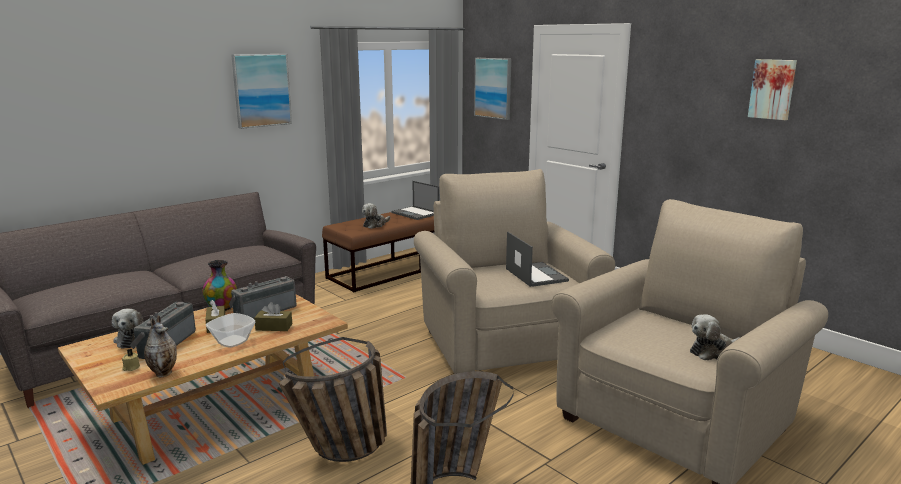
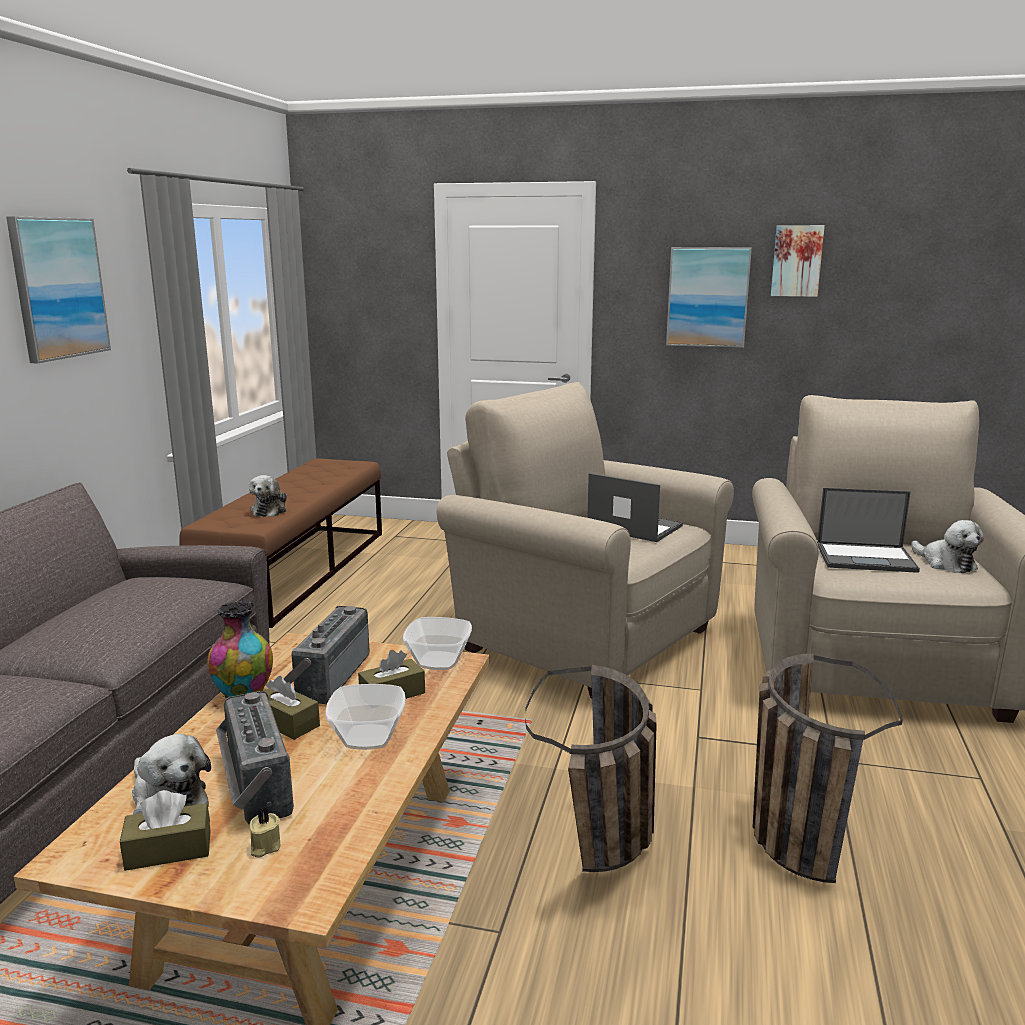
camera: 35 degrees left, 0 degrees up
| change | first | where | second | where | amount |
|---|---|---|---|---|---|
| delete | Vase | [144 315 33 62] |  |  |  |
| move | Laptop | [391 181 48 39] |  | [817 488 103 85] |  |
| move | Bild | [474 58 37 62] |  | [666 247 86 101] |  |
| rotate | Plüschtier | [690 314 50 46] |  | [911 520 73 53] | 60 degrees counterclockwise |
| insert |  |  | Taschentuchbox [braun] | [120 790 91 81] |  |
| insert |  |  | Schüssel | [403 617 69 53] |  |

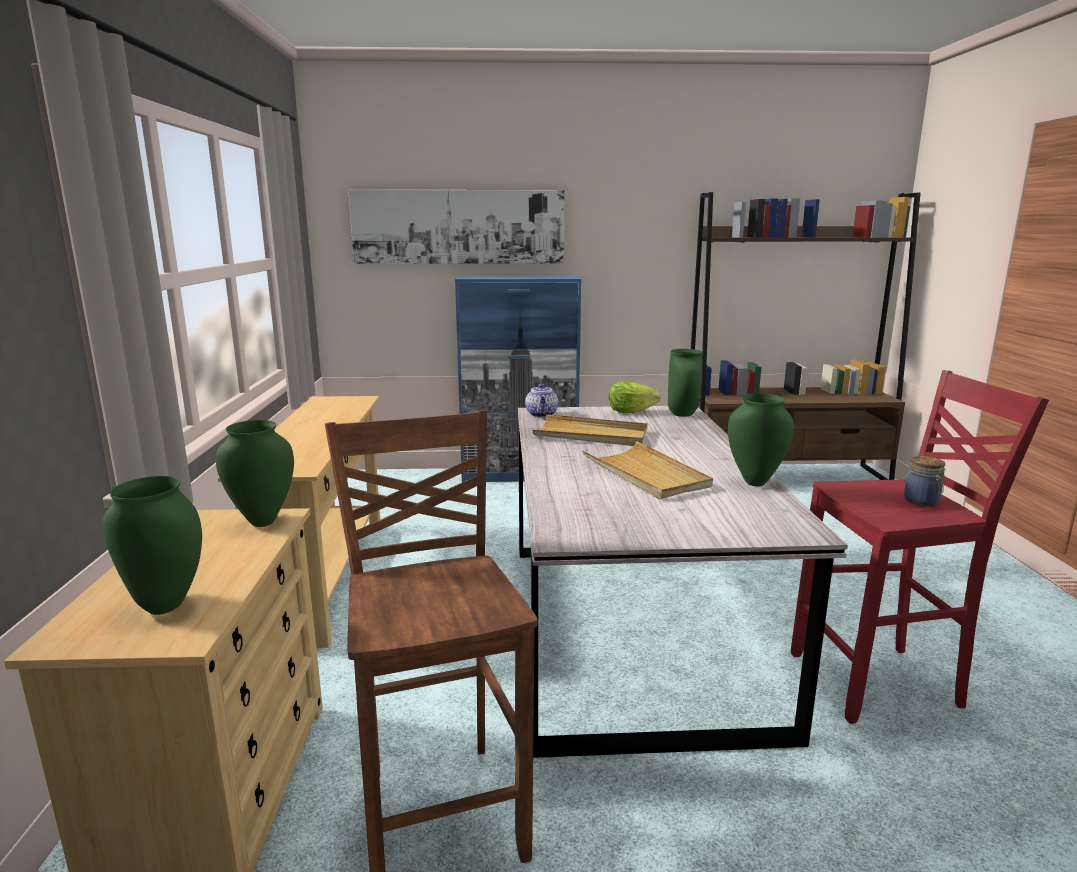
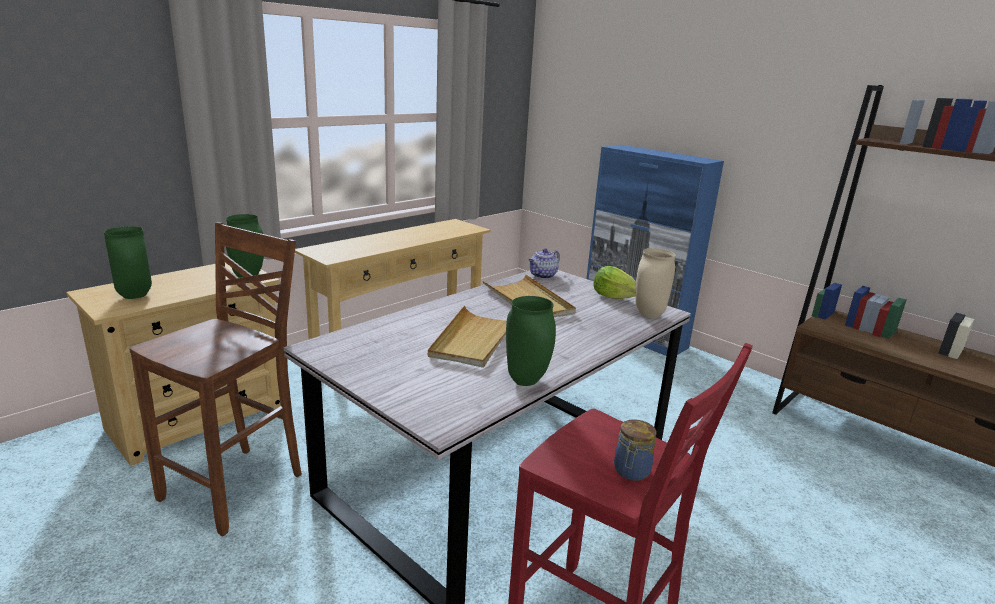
camera: 45 degrees right, 5 degrees up
| change | first | where | second | where | amount |
|---|---|---|---|---|---|
| delete | Bild | [348 190 217 74] |  |  |  |
| recolor | Vase [grün] | [668 349 35 68] | Vase [beige] | [635 248 41 70] |  |

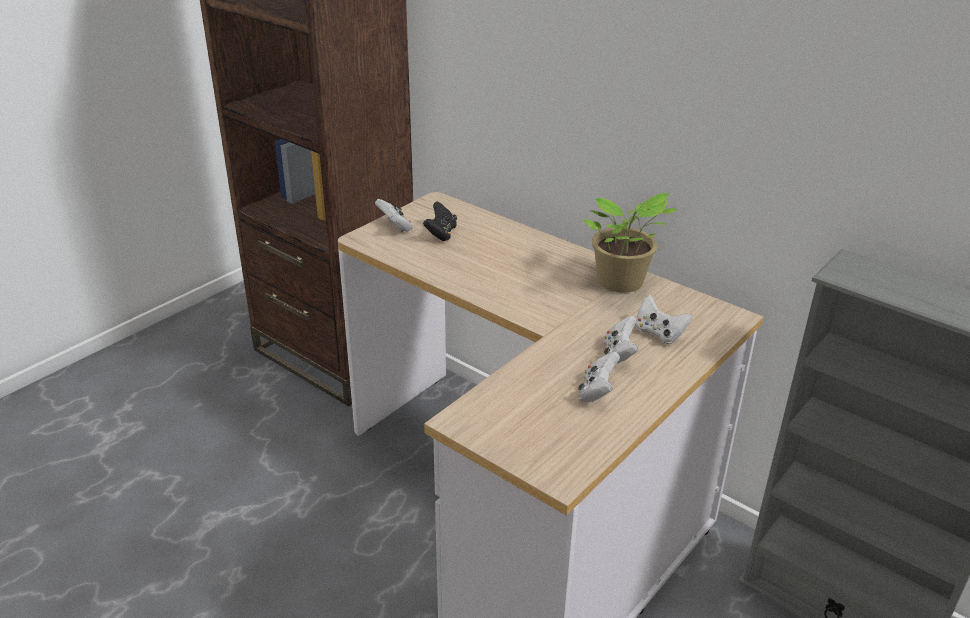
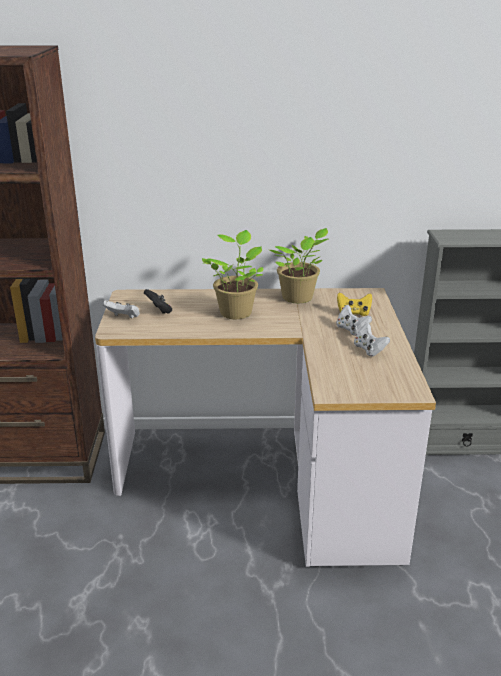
camera: 40 degrees left, 5 degrees down
| change | first | where | second | where | amount |
|---|---|---|---|---|---|
| recolor | Gamepad [weiß] | [635 295 57 49] | Gamepad [gelb] | [337 292 35 24] |  |
| insert |  |  | Topfpflanze | [202 230 61 89] |  |

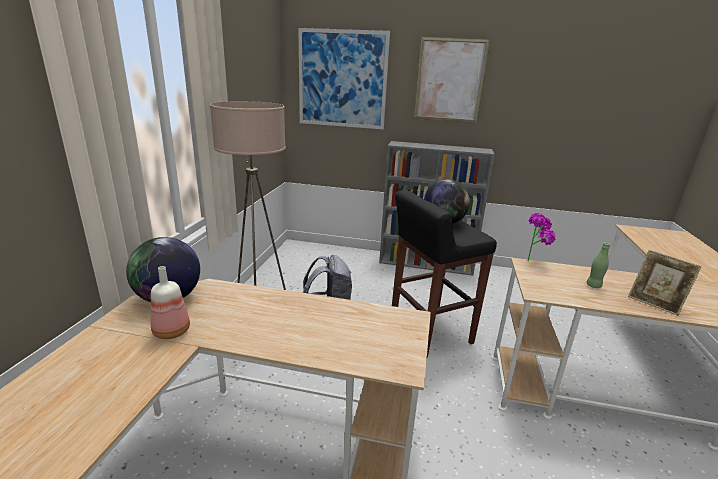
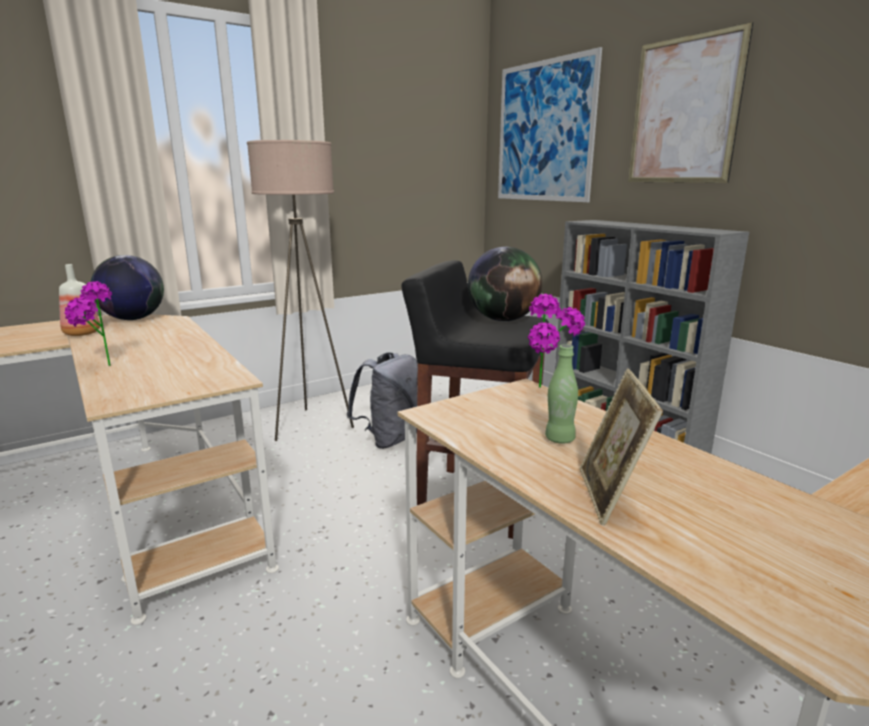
camera: 45 degrees right, 5 degrees down
| change | first | where | second | where | amount |
|---|---|---|---|---|---|
| insert |  |  | Topfpflanze | [65 281 47 85] |  |

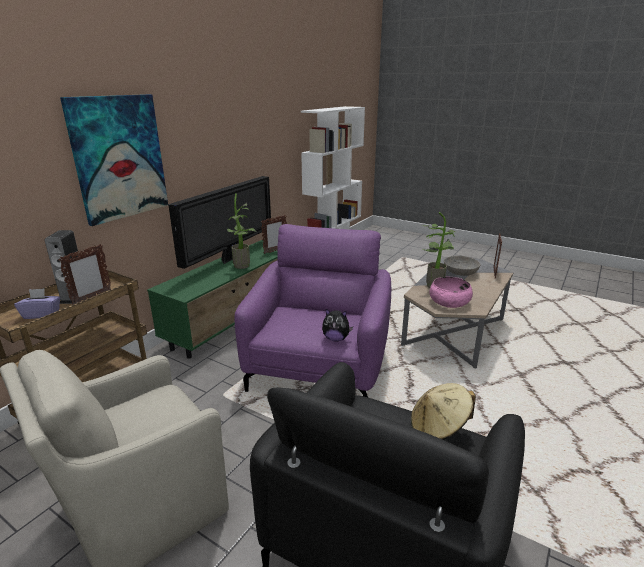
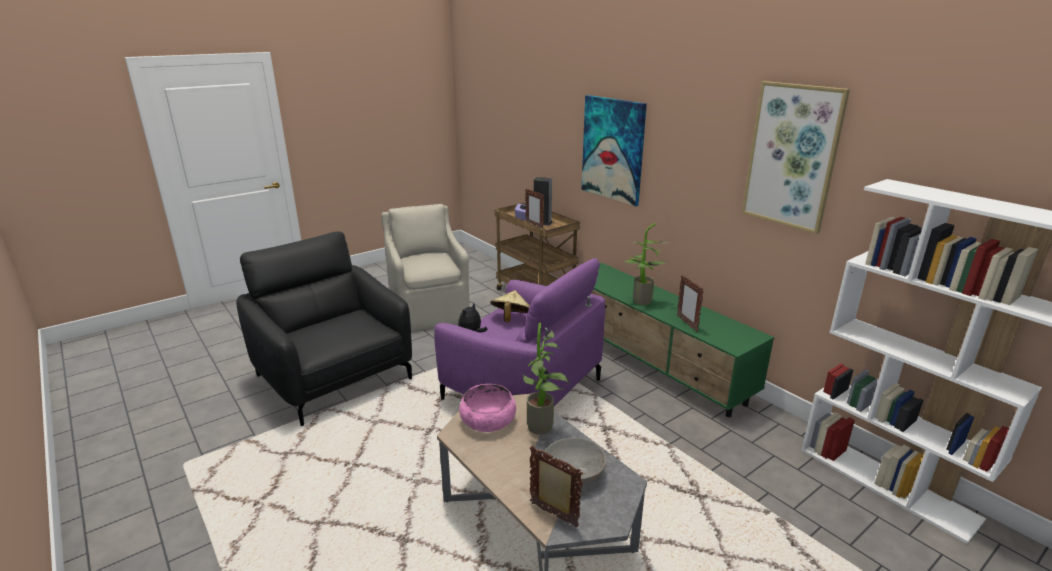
camera: 110 degrees right, 0 degrees up
| change | first | where | second | where | amount |
|---|---|---|---|---|---|
| delete | Fernseher | [168 176 103 93] |  |  |  |
| move | Hut [beige] | [411 383 65 57] |  | [490 290 40 32] |  |
| insert |  |  | Bild | [742 81 108 153] |  |

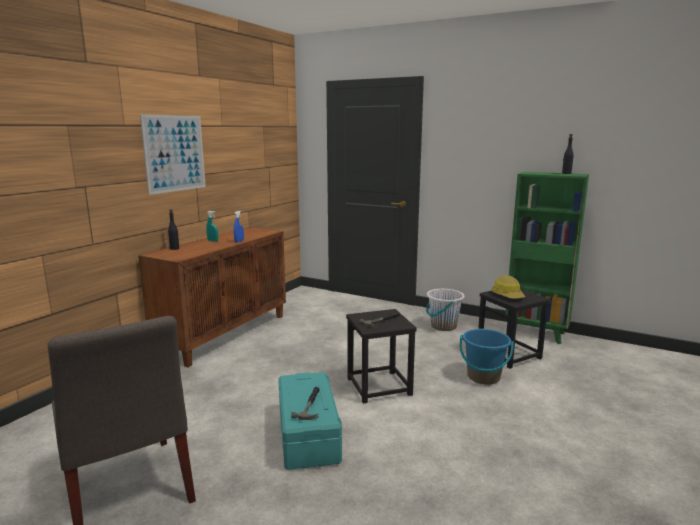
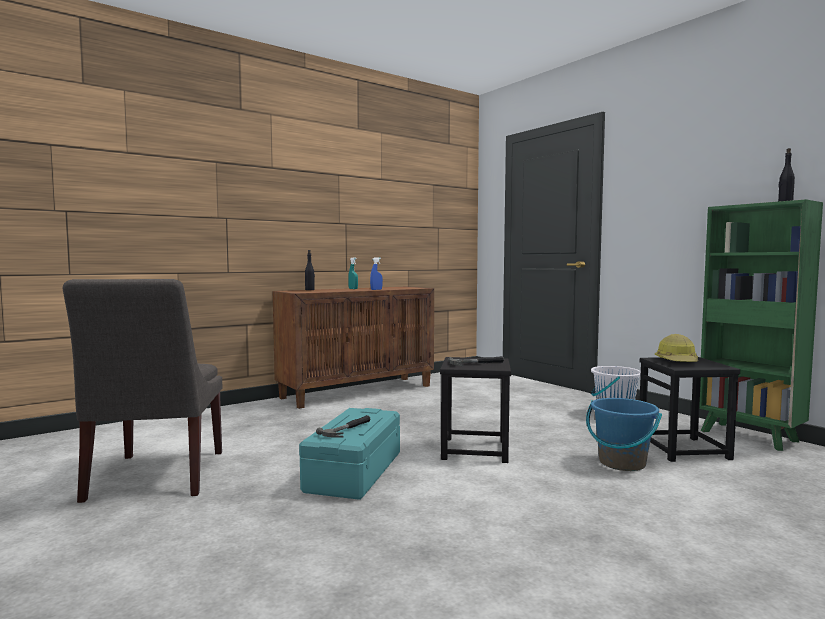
camera: 25 degrees right, 10 degrees down
| change | first | where | second | where | amount |
|---|---|---|---|---|---|
| delete | Bild | [140 114 66 81] |  |  |  |

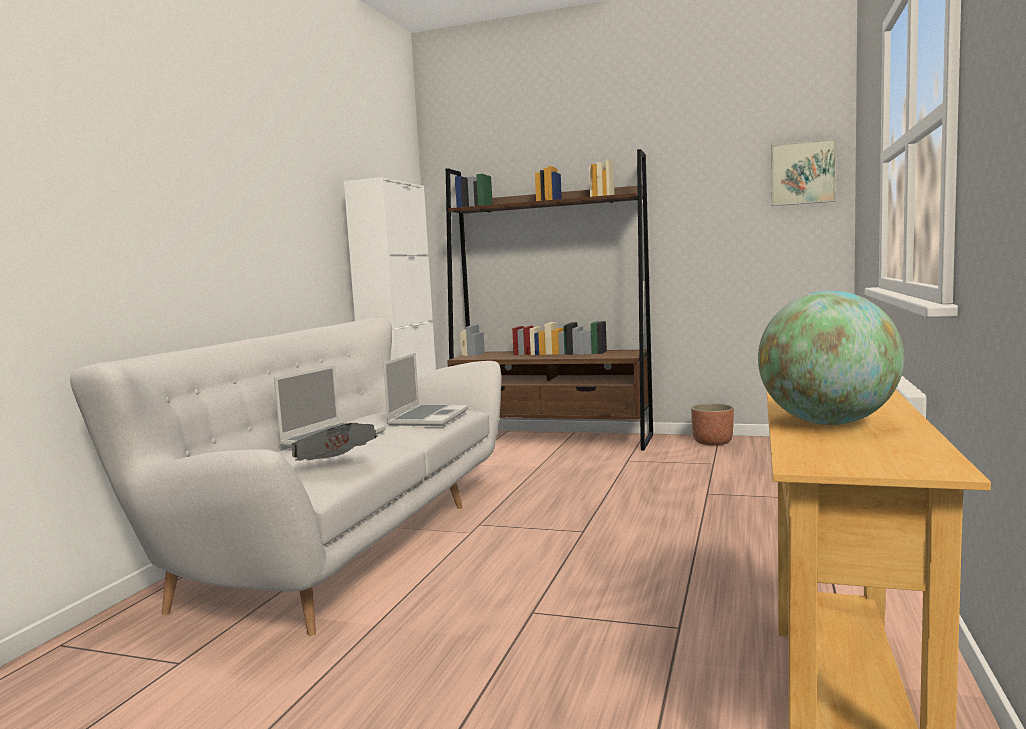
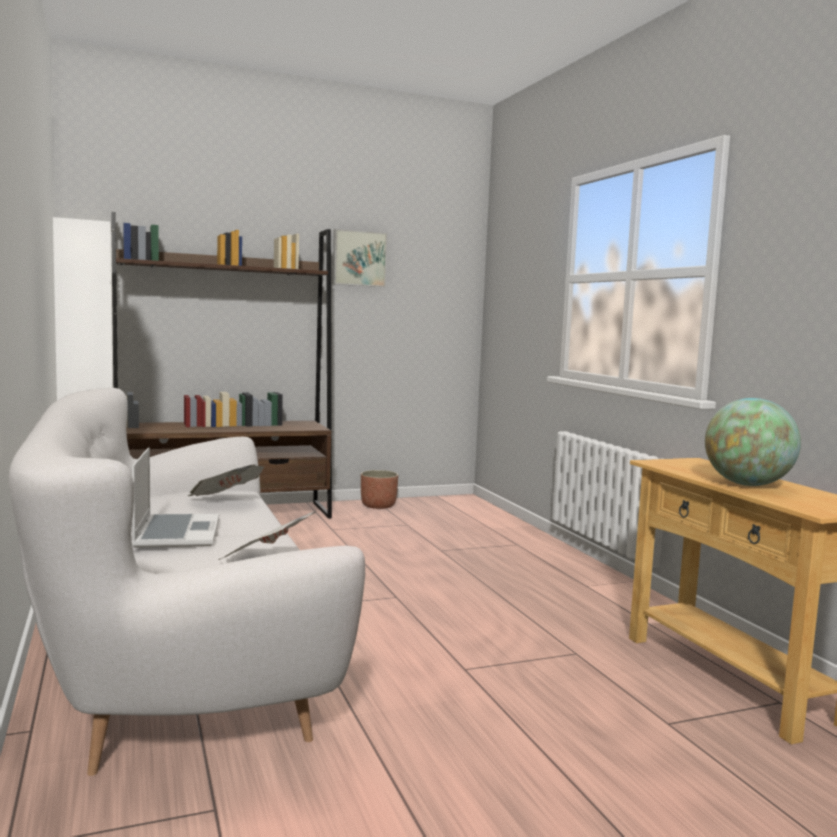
camera: 40 degrees left, 0 degrees up
| change | first | where | second | where | amount |
|---|---|---|---|---|---|
| replace | Laptop | [383 353 86 73] | Zeitung | [188 465 76 31] |  |
| move | Bild | [771 138 66 68] |  | [333 229 54 58] |  |

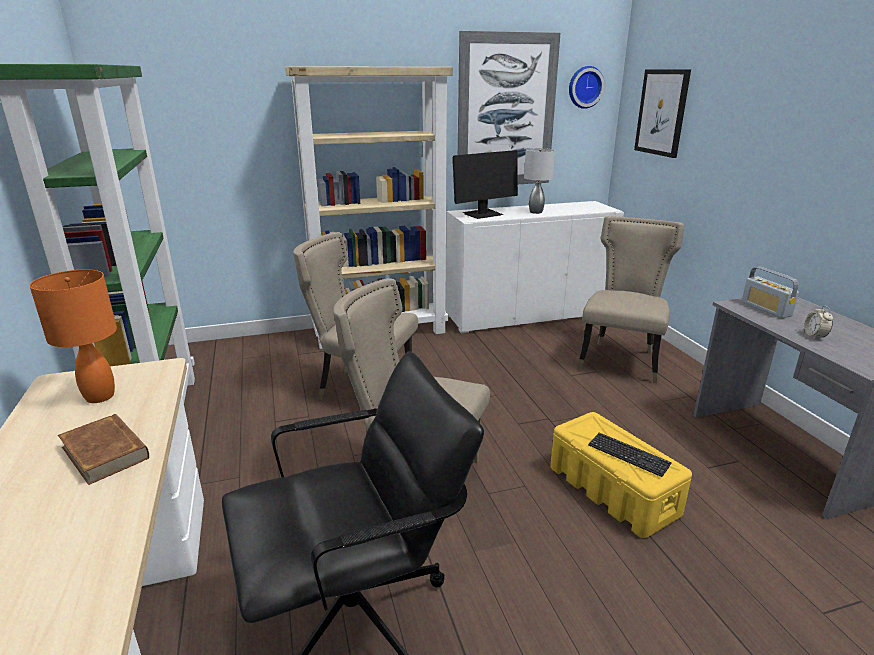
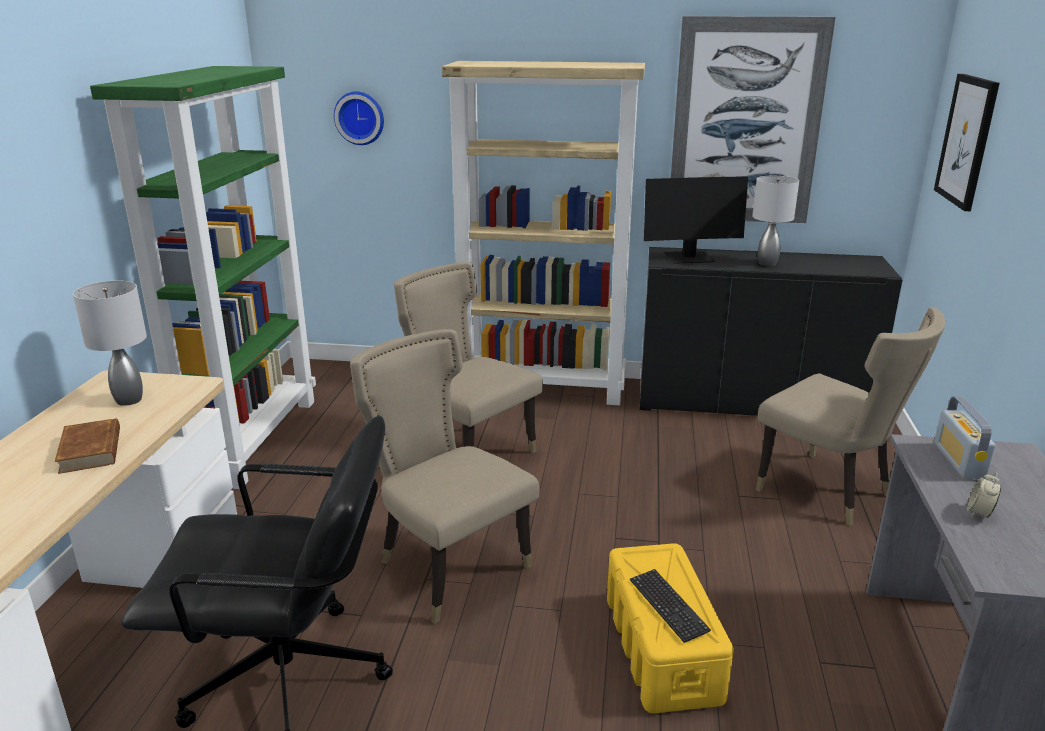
camera: 25 degrees right, 0 degrees up
| change | first | where | second | where | amount |
|---|---|---|---|---|---|
| recolor | Tischlampe [orange] | [29 269 88 134] | Tischlampe [grau] | [73 281 74 125] |  |
| recolor | Schrank [weiß] | [446 201 178 132] | Schrank [schwarz] | [640 247 262 169] |  |
| move | Wanduhr | [569 66 36 43] |  | [334 92 50 53] |  |
| rotate | Stuhl [beige] | [577 216 107 167] |  | [756 307 189 219] | 90 degrees clockwise |

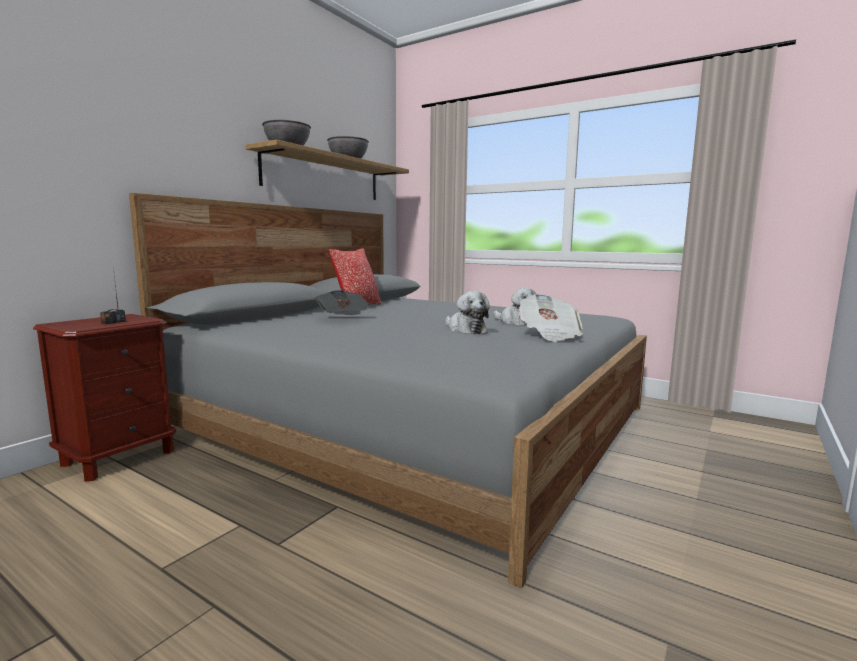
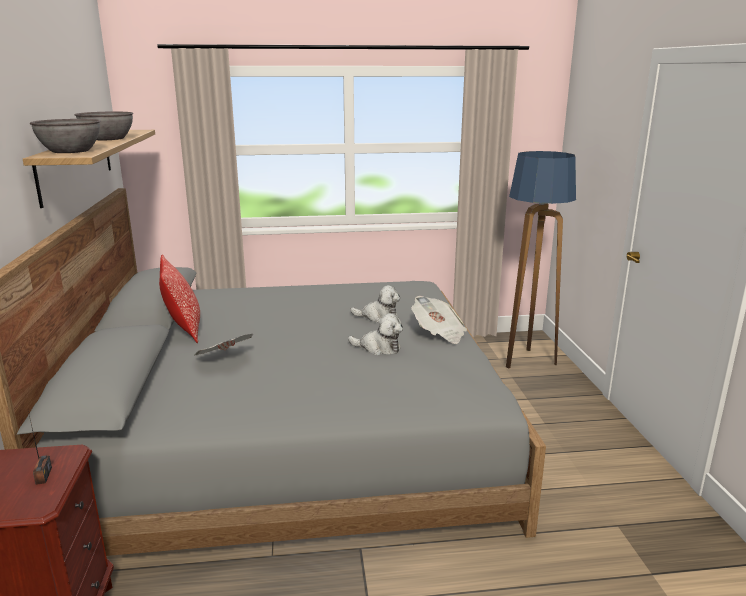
camera: 40 degrees left, 10 degrees up
| change | first | where | second | where | amount |
|---|---|---|---|---|---|
| insert |  |  | Stehlampe | [506 151 70 218] |  |

